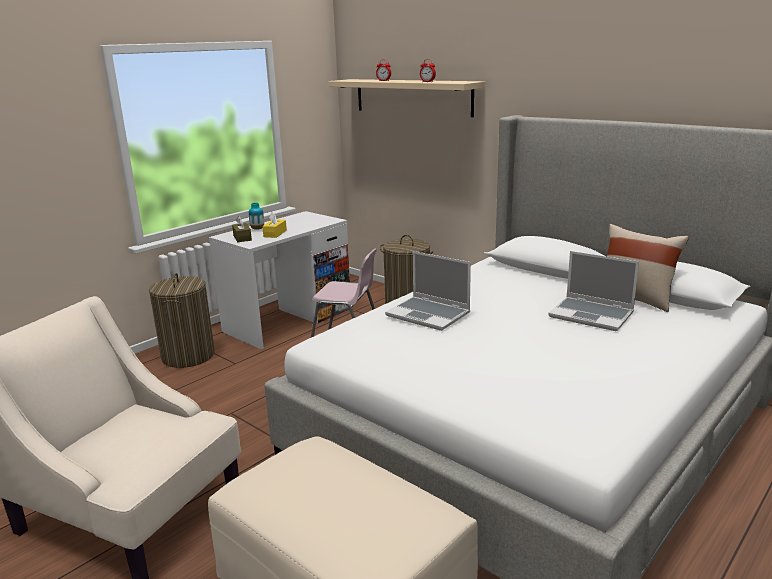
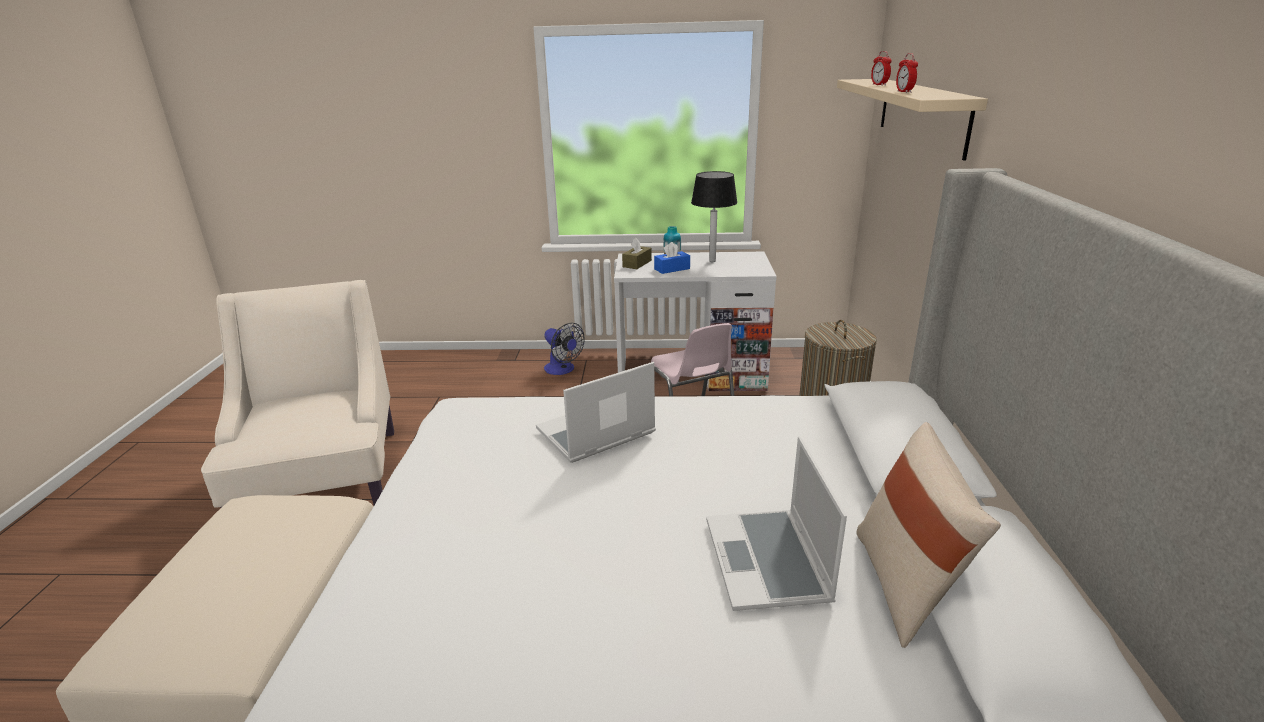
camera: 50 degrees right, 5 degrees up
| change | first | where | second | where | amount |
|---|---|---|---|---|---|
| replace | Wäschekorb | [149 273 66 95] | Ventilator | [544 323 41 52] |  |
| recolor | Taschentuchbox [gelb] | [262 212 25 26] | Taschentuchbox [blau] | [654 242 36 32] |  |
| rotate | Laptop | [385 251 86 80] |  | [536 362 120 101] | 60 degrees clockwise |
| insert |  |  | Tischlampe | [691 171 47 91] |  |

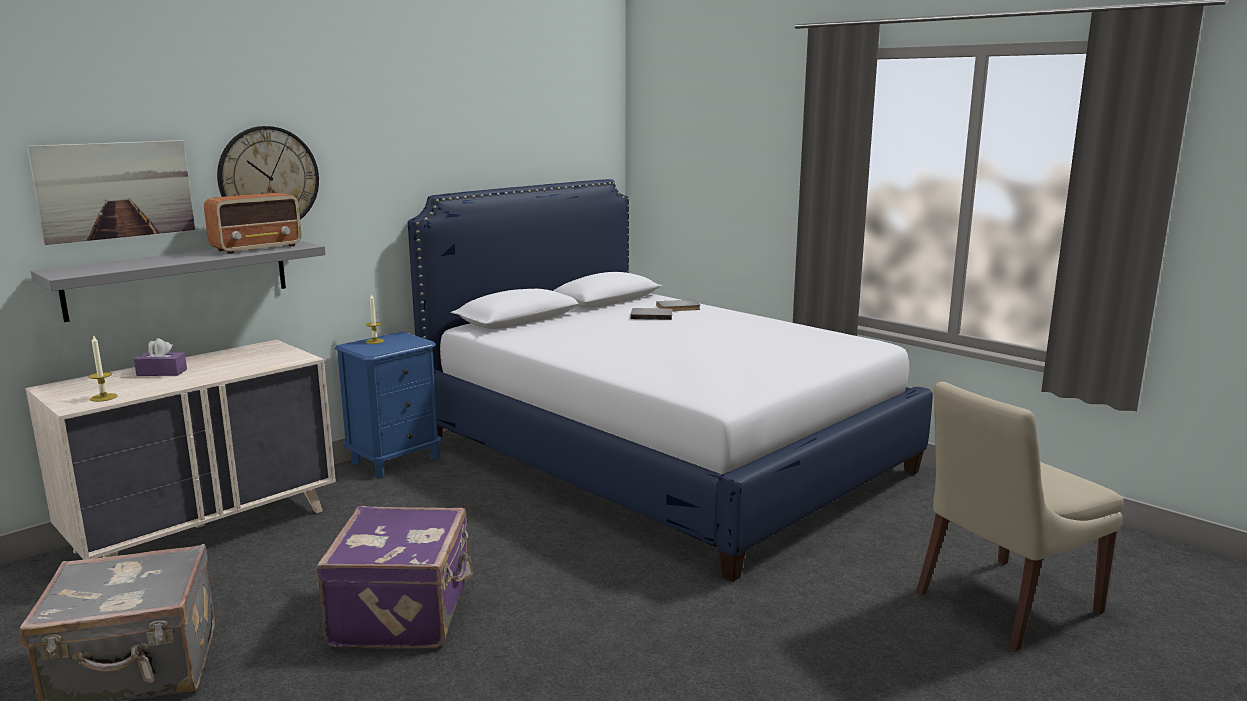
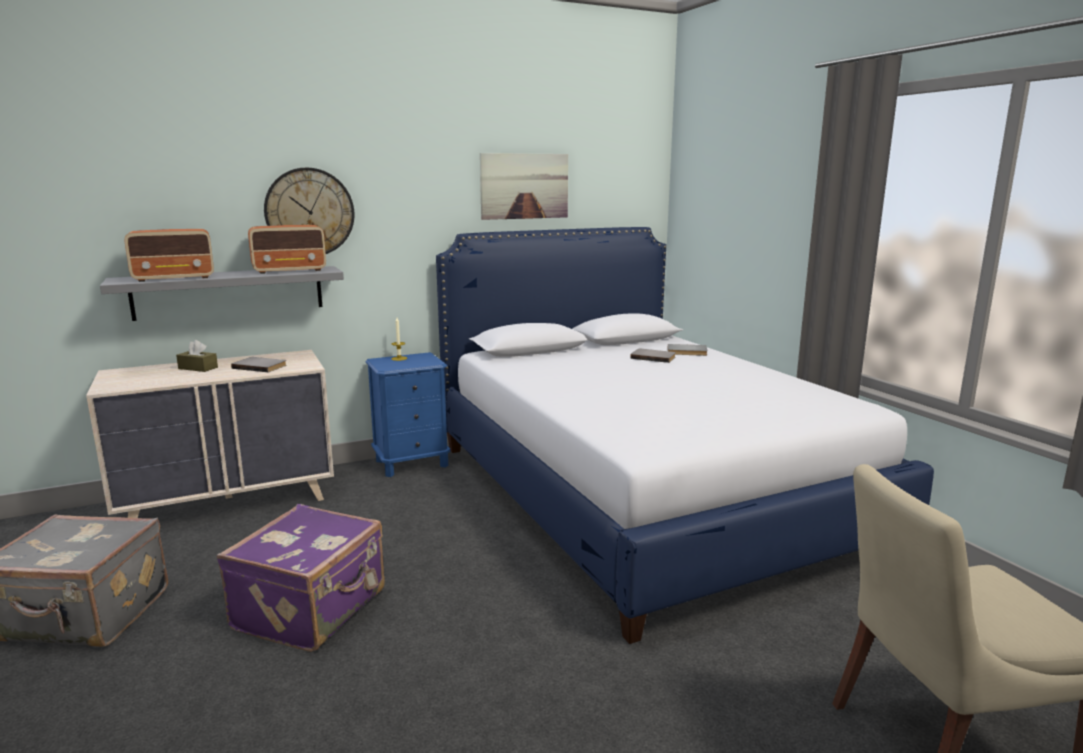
camera: 20 degrees right, 0 degrees up
| change | first | where | second | where | amount |
|---|---|---|---|---|---|
| move | Bild | [27 140 168 105] |  | [480 153 88 67] |  |
| delete | Kerze | [88 335 30 67] |  |  |  |
| recolor | Taschentuchbox [lila] | [134 338 53 38] | Taschentuchbox [braun] | [176 340 42 32] |  |
| insert |  |  | Radio | [124 229 90 53] |  |
| insert |  |  | Buch [grau] | [231 357 56 15] |  |

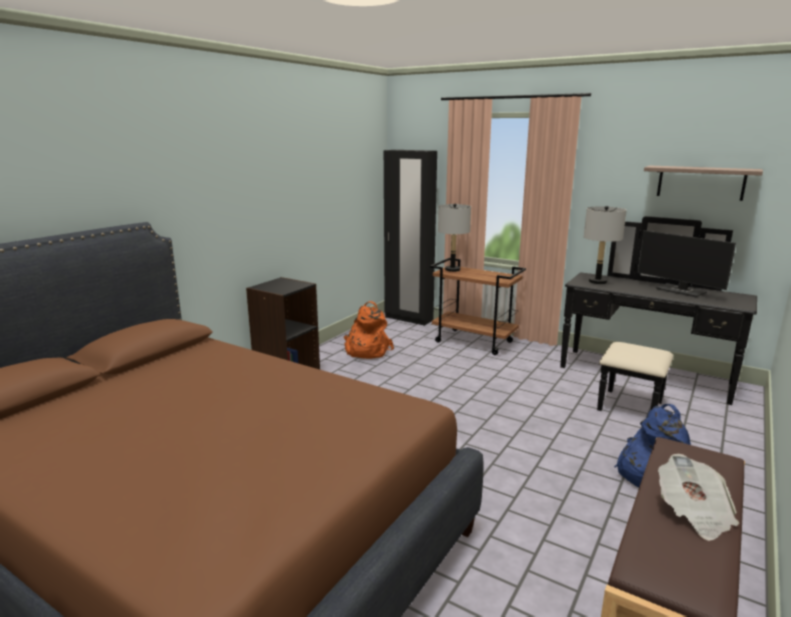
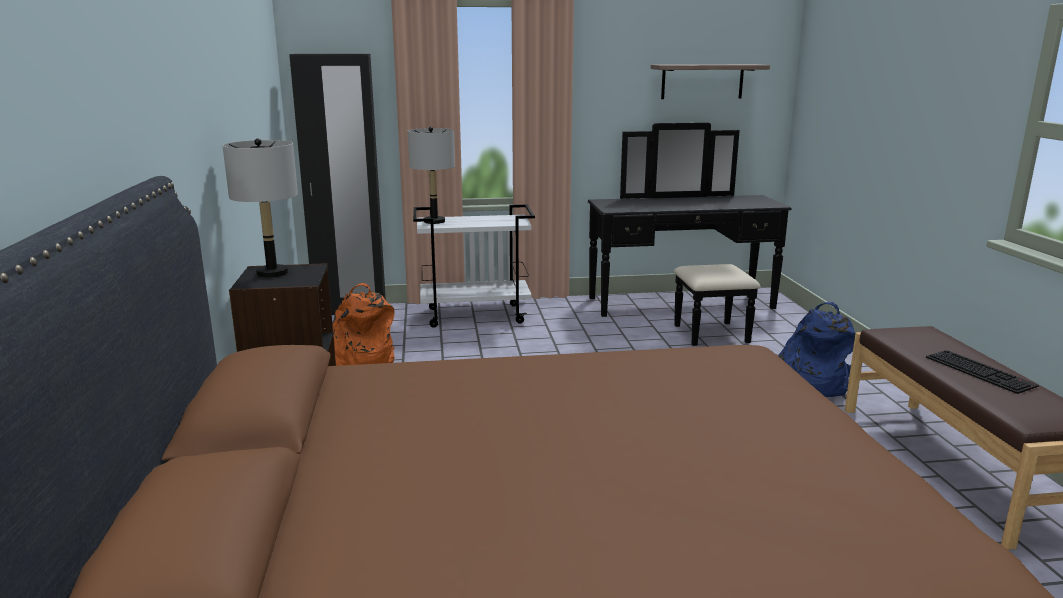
camera: 40 degrees left, 0 degrees up
| change | first | where | second | where | amount |
|---|---|---|---|---|---|
| recolor | Rollwagen [braun] | [430 258 96 97] | Rollwagen [weiß] | [413 204 122 124] |  |
| move | Tischlampe [grau] | [584 206 43 78] |  | [222 138 76 140] |  |
| delete | Monitor | [638 230 98 67] |  |  |  |
| replace | Zeitung | [658 454 81 87] | Tastatur | [926 350 113 44] |  |

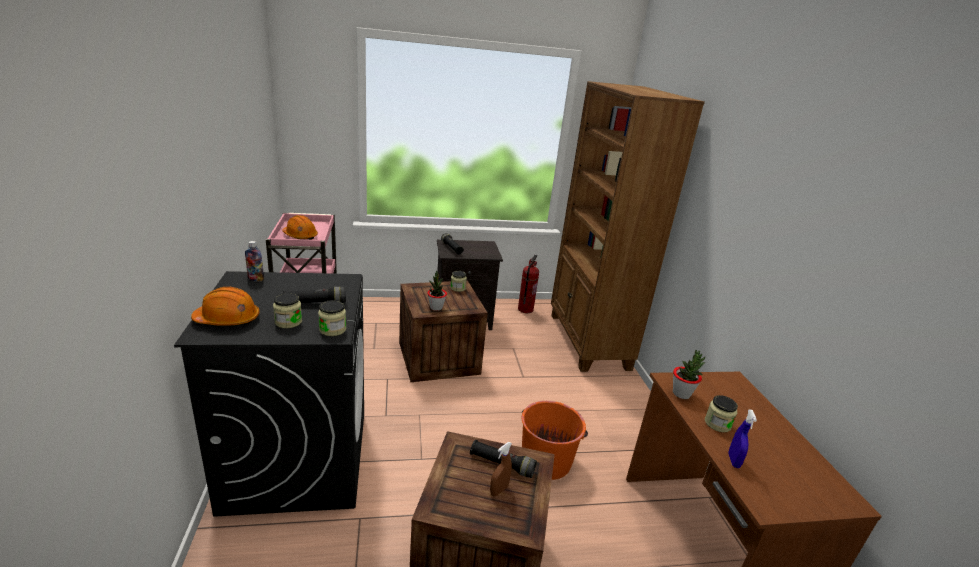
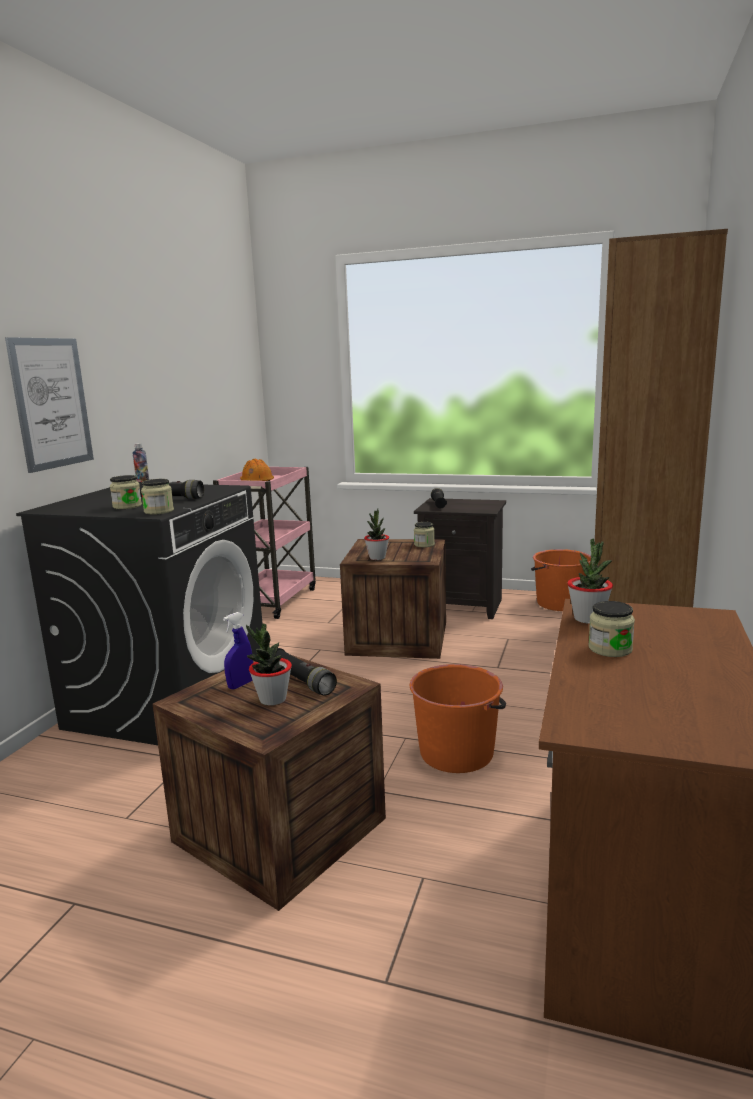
camera: 30 degrees right, 10 degrees down
| change | first | where | second | where | amount |
|---|---|---|---|---|---|
| delete | Schutzhelm [orange] | [191 287 69 39] |  |  |  |
| replace | Sprühflasche [braun] | [490 442 22 54] | Topfpflanze | [246 623 46 83] |  |
| replace | Feuerlöscher | [518 255 21 58] | Eimer [orange] | [531 549 60 62] |  |
| move | Sprühflasche [blau] | [728 409 29 59] |  | [223 612 30 78] |  |
| insert |  |  | Bild | [5 337 89 136] |  |

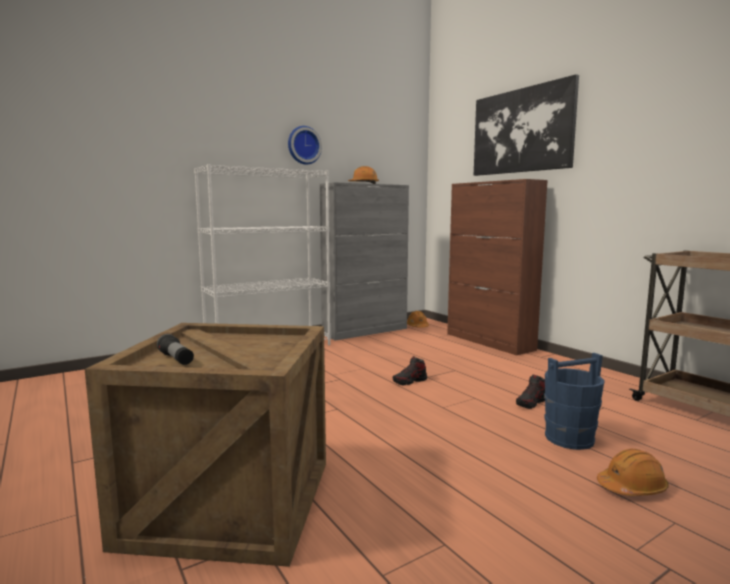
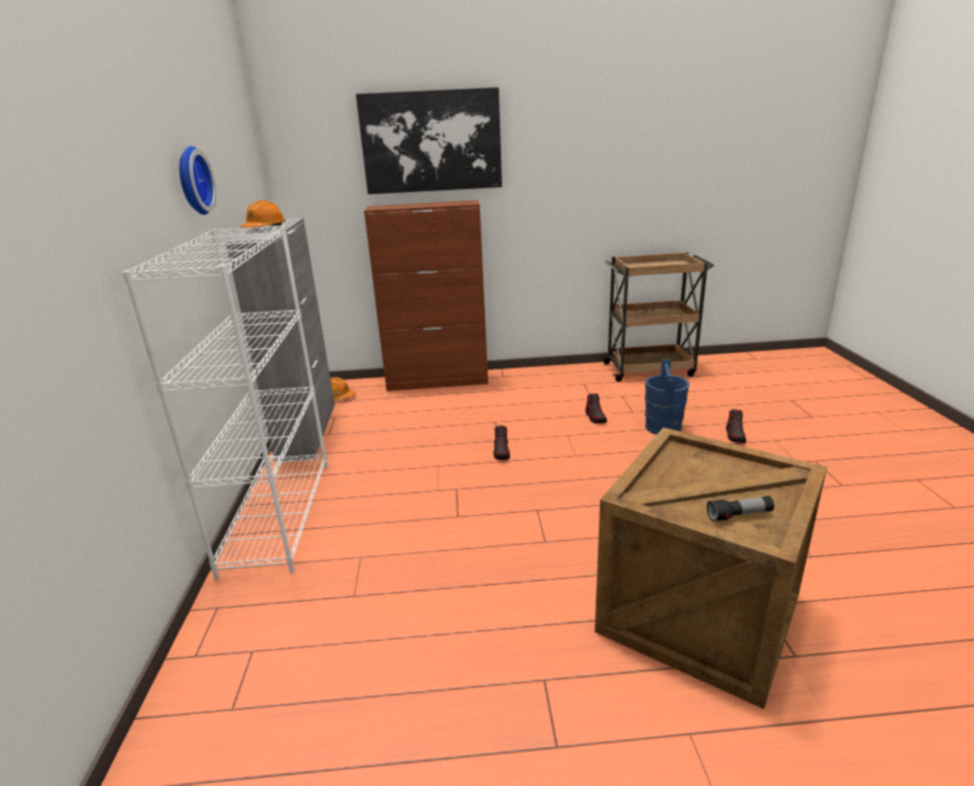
camera: 60 degrees left, 15 degrees up
| change | first | where | second | where | amount |
|---|---|---|---|---|---|
| replace | Schutzhelm [orange] | [597 449 72 47] | Schuh | [726 409 20 34] |  |

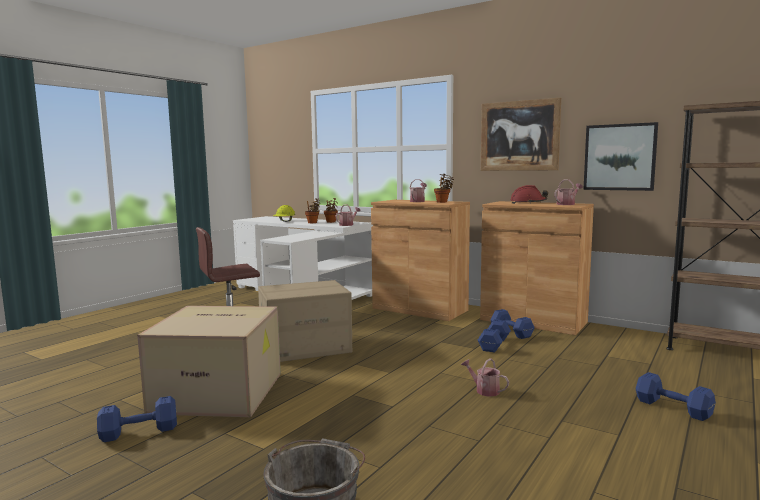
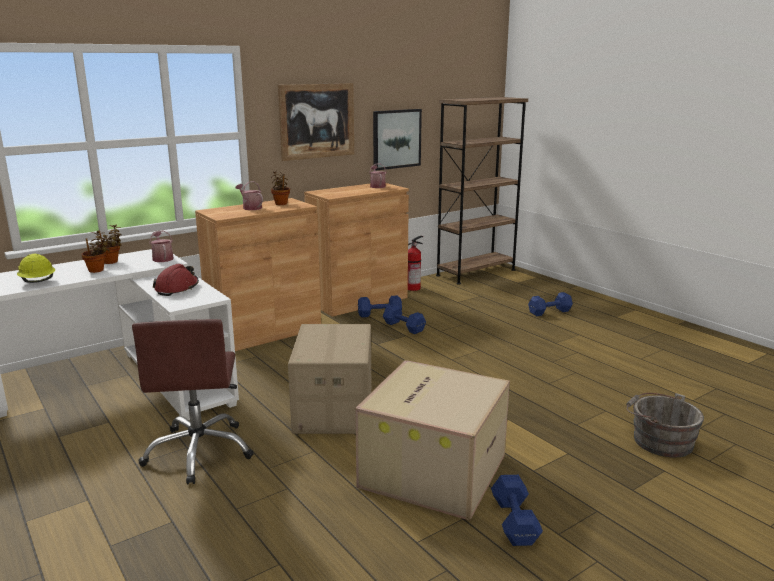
camera: 70 degrees left, 10 degrees up
| change | first | where | second | where | amount |
|---|---|---|---|---|---|
| delete | Gießkanne | [461 358 48 39] |  |  |  |
| move | Schutzhelm [rot] | [510 185 38 19] |  | [153 264 46 32] |  |
| insert |  |  | Feuerlöscher | [408 236 15 55] |  |

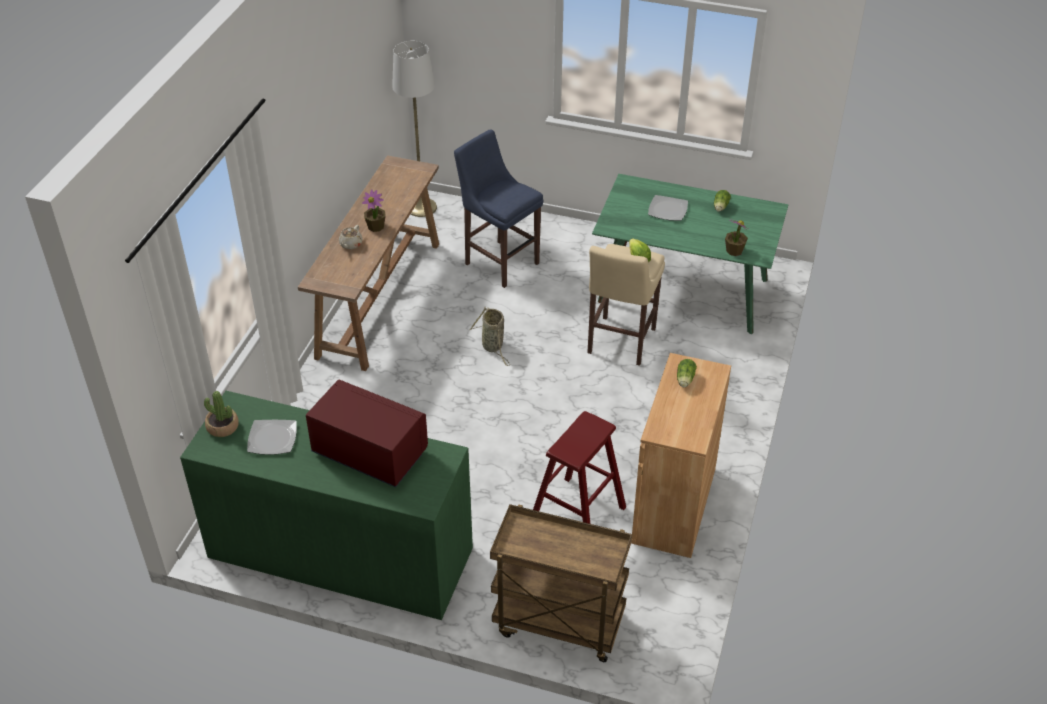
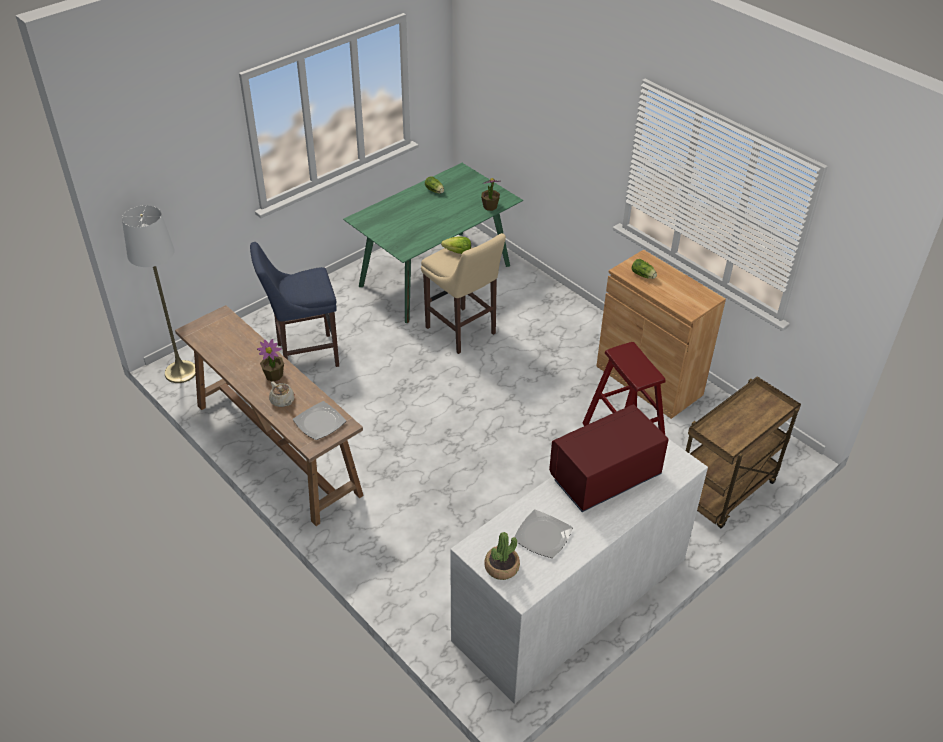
camera: 60 degrees left, 0 degrees up
| change | first | where | second | where | amount |
|---|---|---|---|---|---|
| recolor | Kommode [grün] | [180 391 293 229] | Kommode [weiß] | [450 439 258 265] |  |
| delete | Korb | [470 307 40 59] |  |  |  |
| move | Teller | [648 195 40 26] |  | [293 401 53 39] |  |

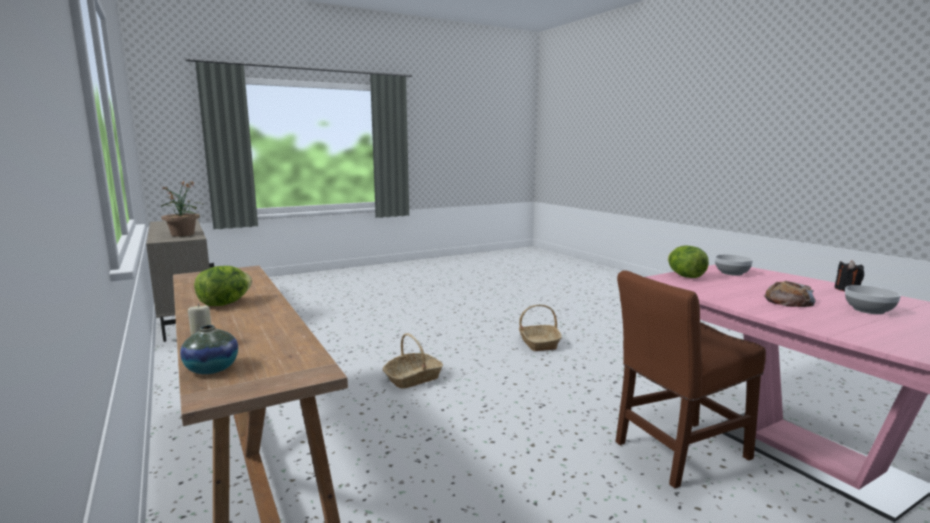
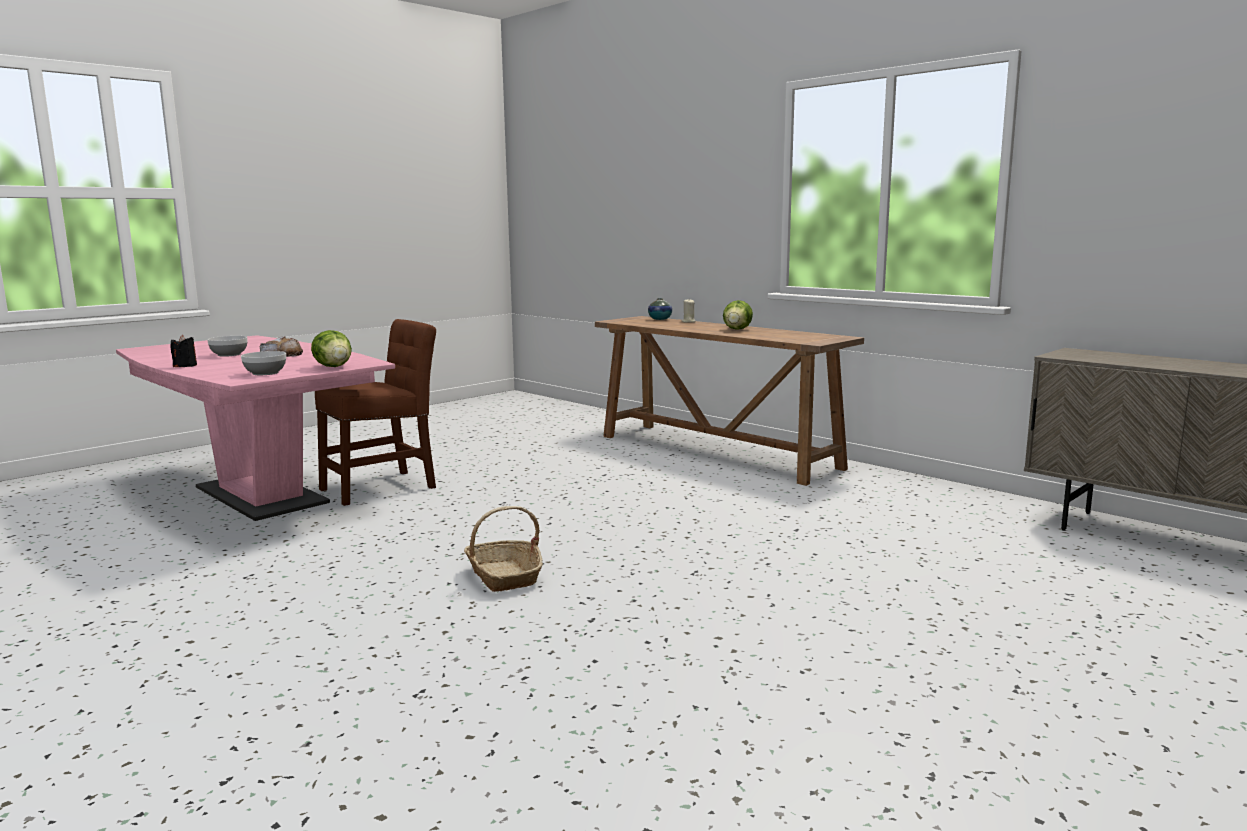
camera: 165 degrees right, 0 degrees up
| change | first | where | second | where | amount |
|---|---|---|---|---|---|
| delete | Topfpflanze | [161 180 41 57] |  |  |  |
| delete | Korb | [383 333 60 56] |  |  |  |

